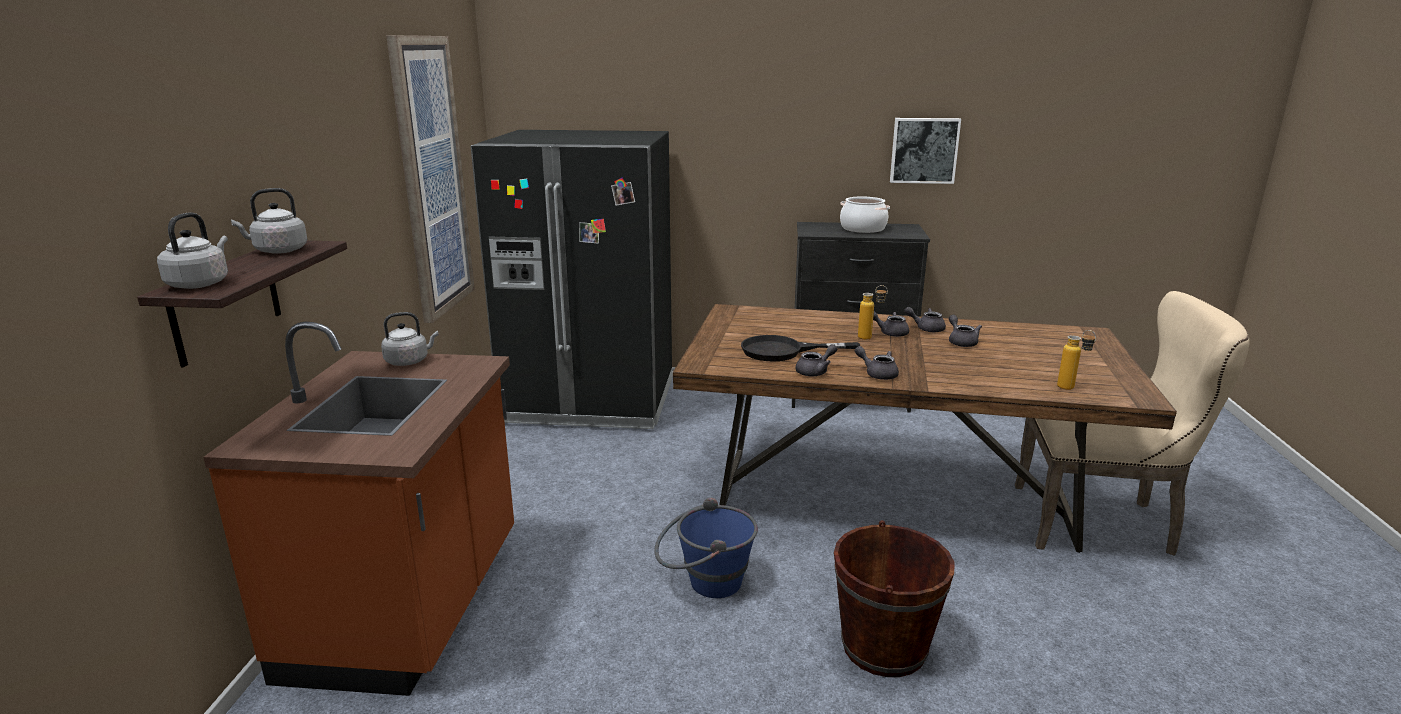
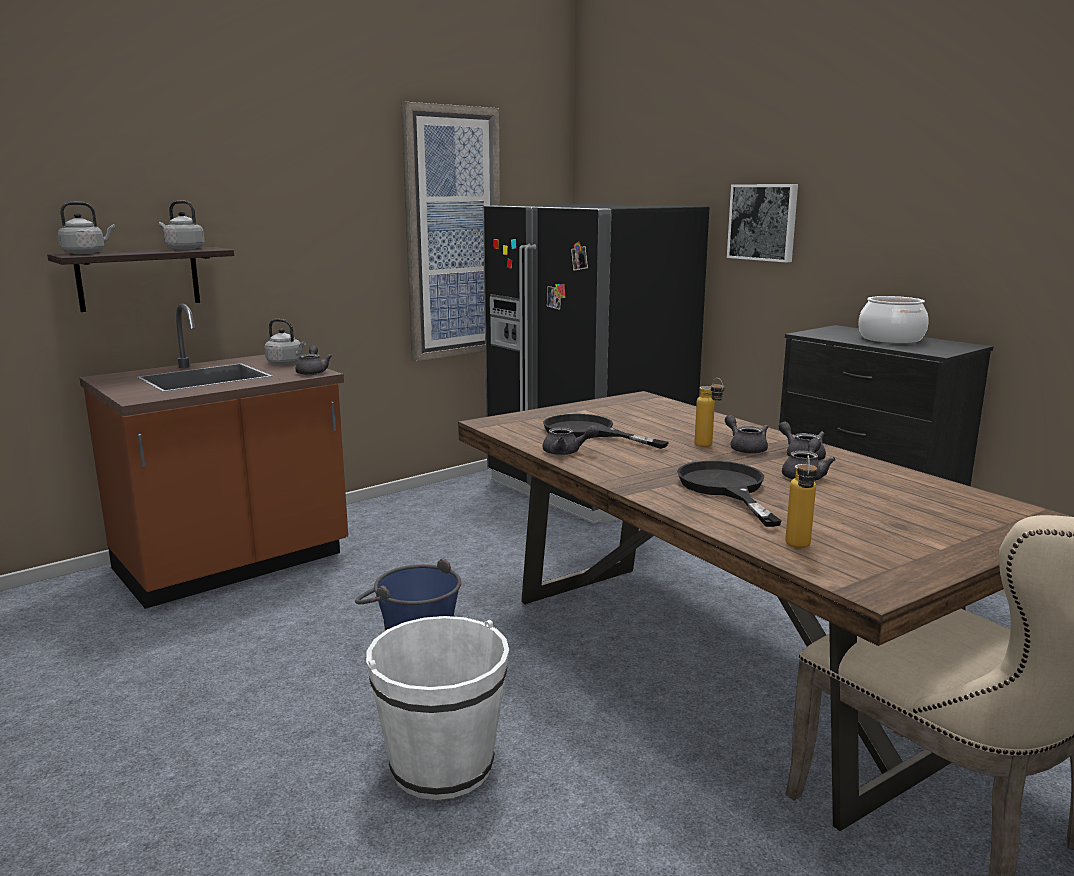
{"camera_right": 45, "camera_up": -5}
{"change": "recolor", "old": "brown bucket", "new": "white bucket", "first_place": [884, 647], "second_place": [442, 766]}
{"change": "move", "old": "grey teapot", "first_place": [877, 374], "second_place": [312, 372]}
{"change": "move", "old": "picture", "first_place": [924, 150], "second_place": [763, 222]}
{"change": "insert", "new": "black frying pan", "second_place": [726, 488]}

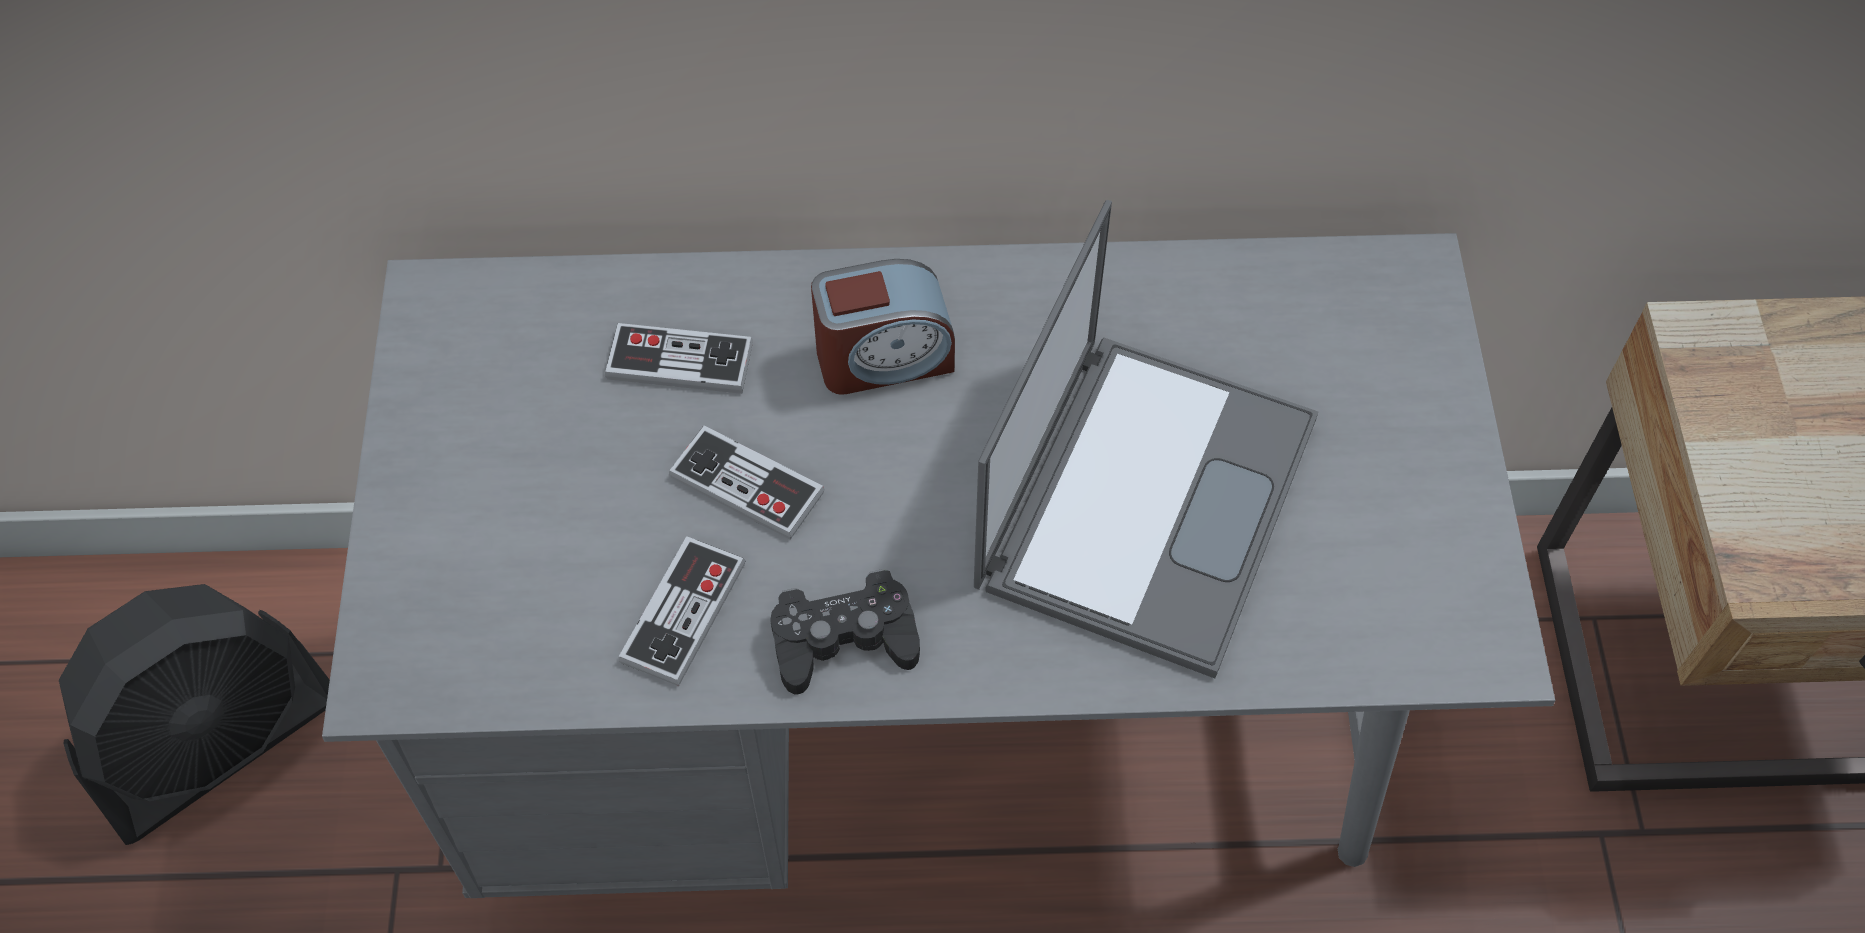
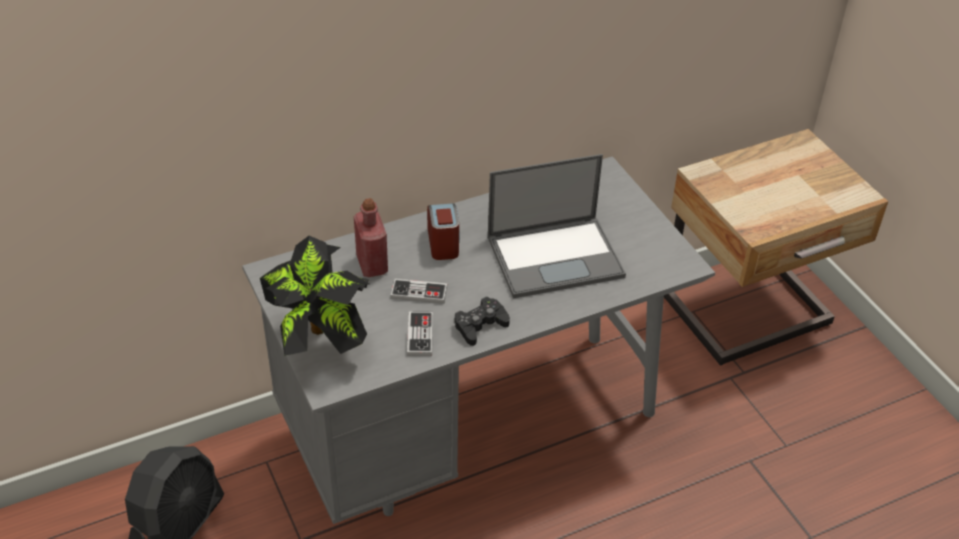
{"camera_right": -25, "camera_up": -15}
{"change": "replace", "old": "game controller", "new": "red bottle", "first_place": [680, 361], "second_place": [372, 264]}
{"change": "rotate", "old": "alarm clock", "first_place": [884, 357], "second_place": [443, 243], "degrees": -60}
{"change": "rotate", "old": "laptop", "first_place": [1147, 497], "second_place": [556, 256], "degrees": 75}
{"change": "insert", "new": "potted plant", "second_place": [318, 341]}

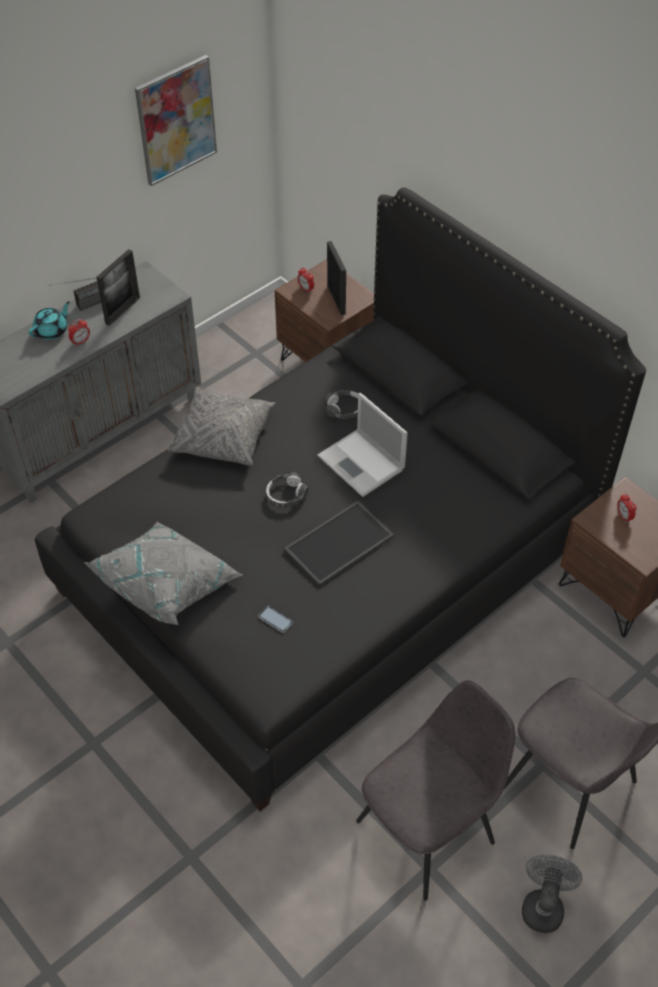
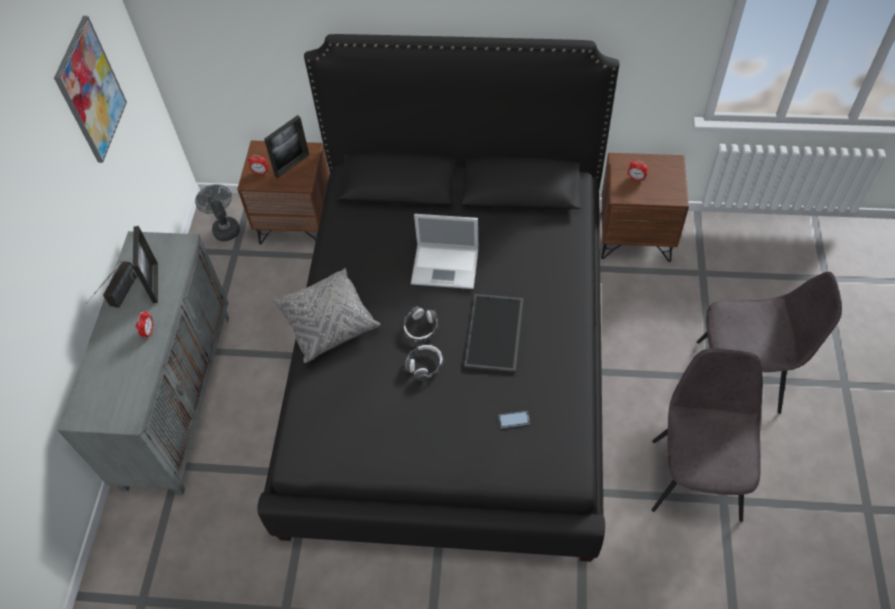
{"camera_right": -40, "camera_up": 5}
{"change": "delete", "old": "turquoise teapot", "first_place": [52, 331]}
{"change": "delete", "old": "grey pillow", "first_place": [168, 584]}
{"change": "move", "old": "headphones", "first_place": [344, 409], "second_place": [424, 365]}
{"change": "rotate", "old": "picture frame", "first_place": [336, 300], "second_place": [292, 165], "degrees": 105}
{"change": "move", "old": "grey fan", "first_place": [543, 905], "second_place": [224, 227]}

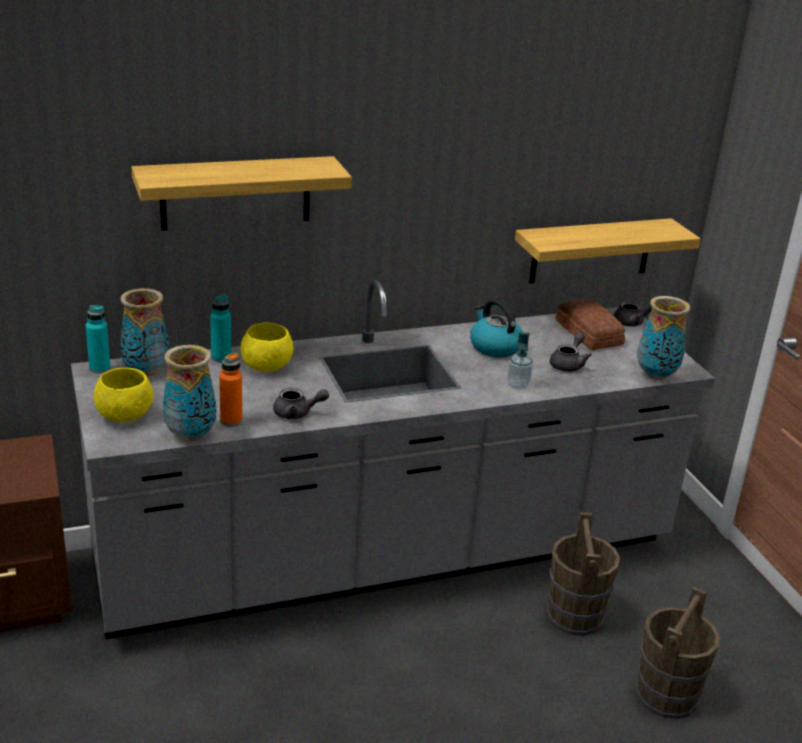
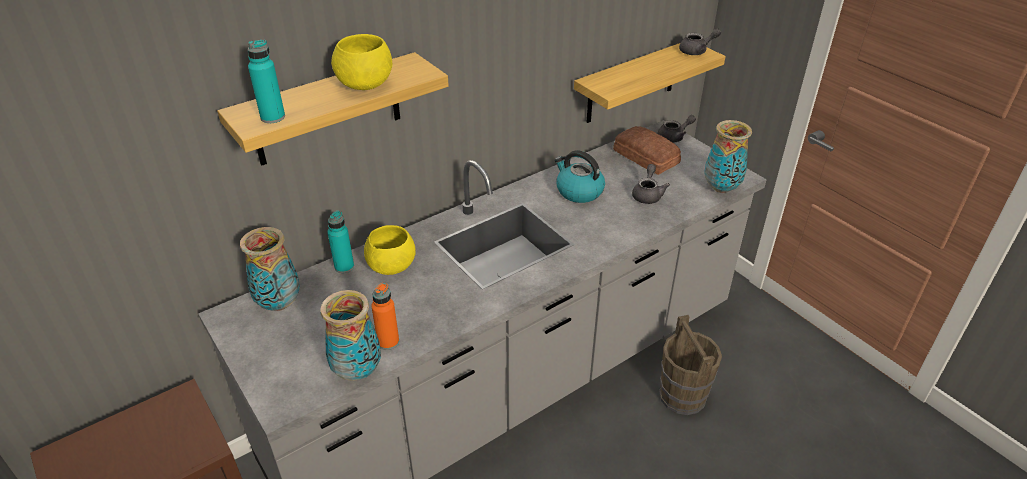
{"camera_right": -15, "camera_up": 10}
{"change": "move", "old": "turquoise bottle", "first_place": [100, 368], "second_place": [273, 117]}
{"change": "move", "old": "yellow bowl", "first_place": [124, 416], "second_place": [365, 85]}
{"change": "move", "old": "grey teapot", "first_place": [297, 413], "second_place": [697, 51]}
{"change": "delete", "old": "soap dispenser", "first_place": [518, 385]}
{"change": "delete", "old": "brown bucket", "first_place": [666, 695]}

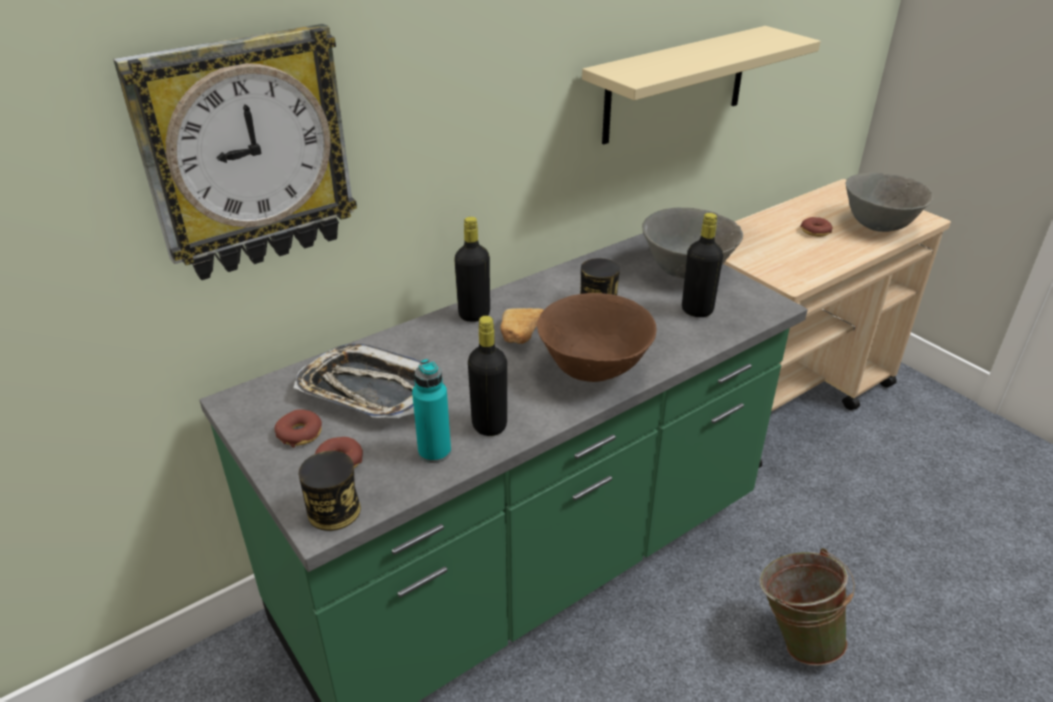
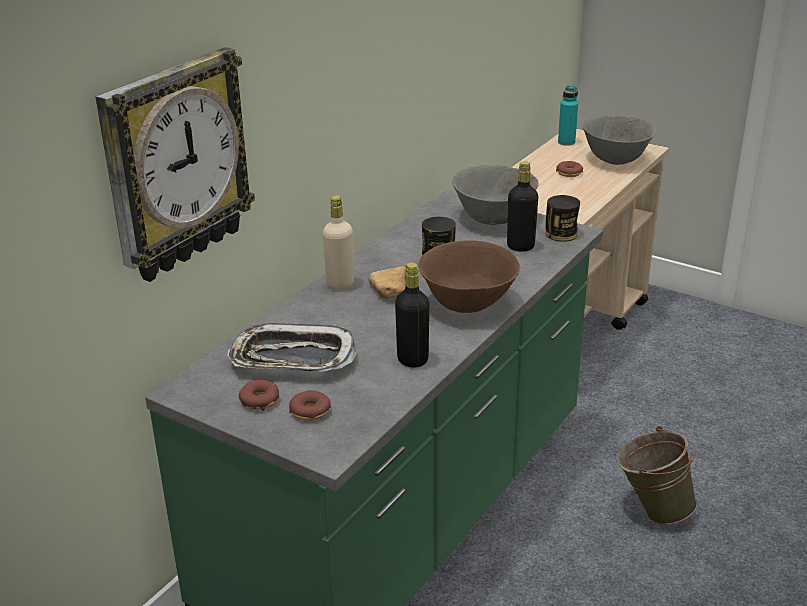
{"camera_right": -20, "camera_up": -5}
{"change": "move", "old": "can", "first_place": [334, 511], "second_place": [561, 234]}
{"change": "move", "old": "turquoise bottle", "first_place": [434, 452], "second_place": [566, 142]}
{"change": "recolor", "old": "black bottle", "new": "beige bottle", "first_place": [474, 315], "second_place": [340, 285]}
{"change": "delete", "old": "beige shelf", "first_place": [676, 85]}

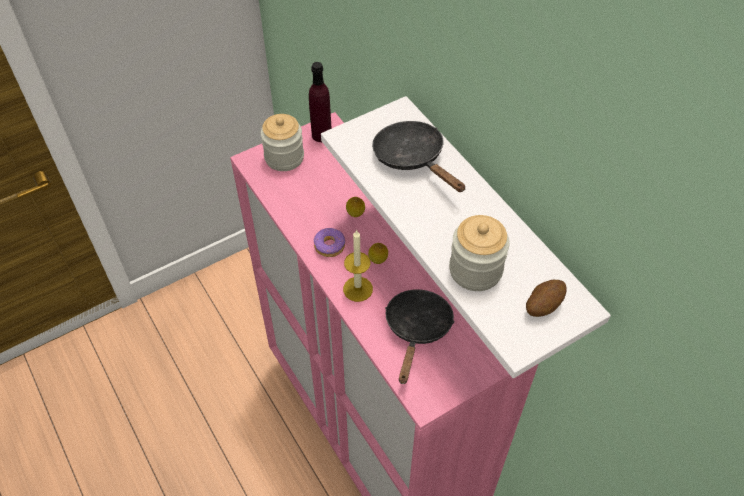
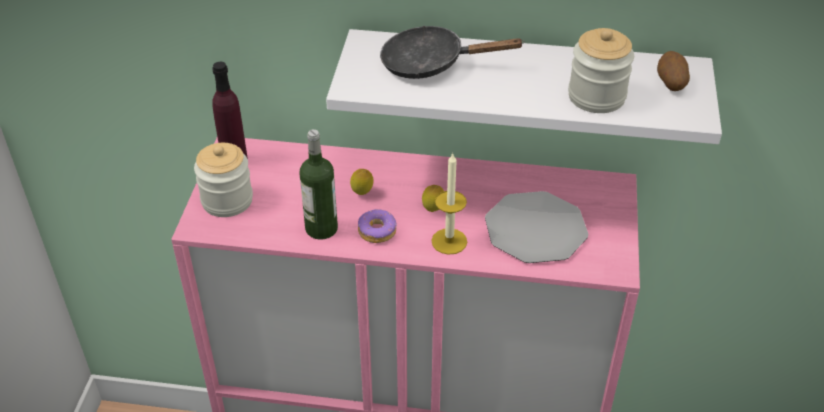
{"camera_right": -50, "camera_up": -10}
{"change": "replace", "old": "black frying pan", "new": "plate", "first_place": [417, 330], "second_place": [536, 229]}
{"change": "insert", "new": "bottle", "second_place": [321, 228]}

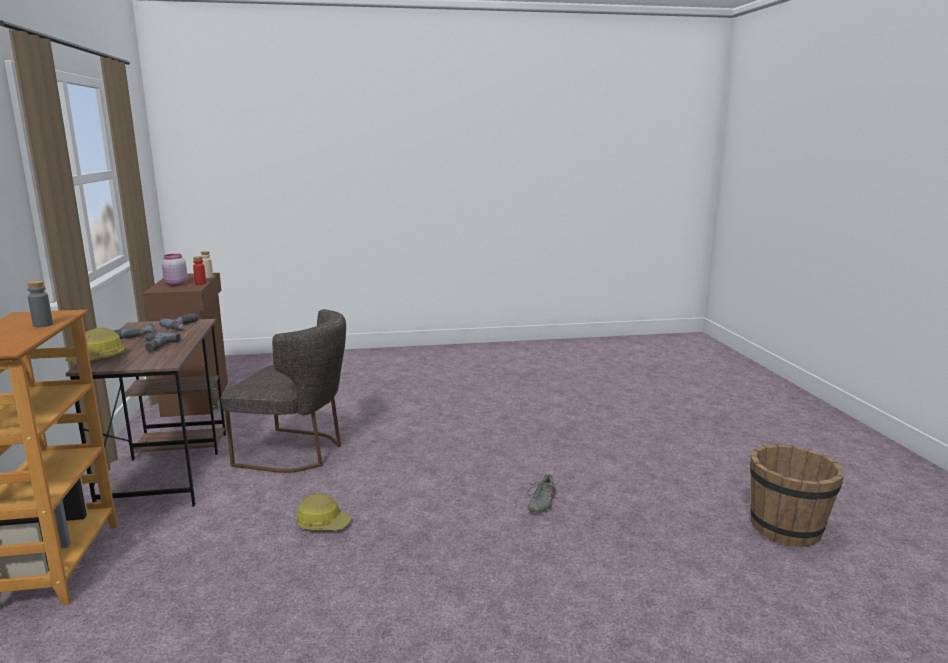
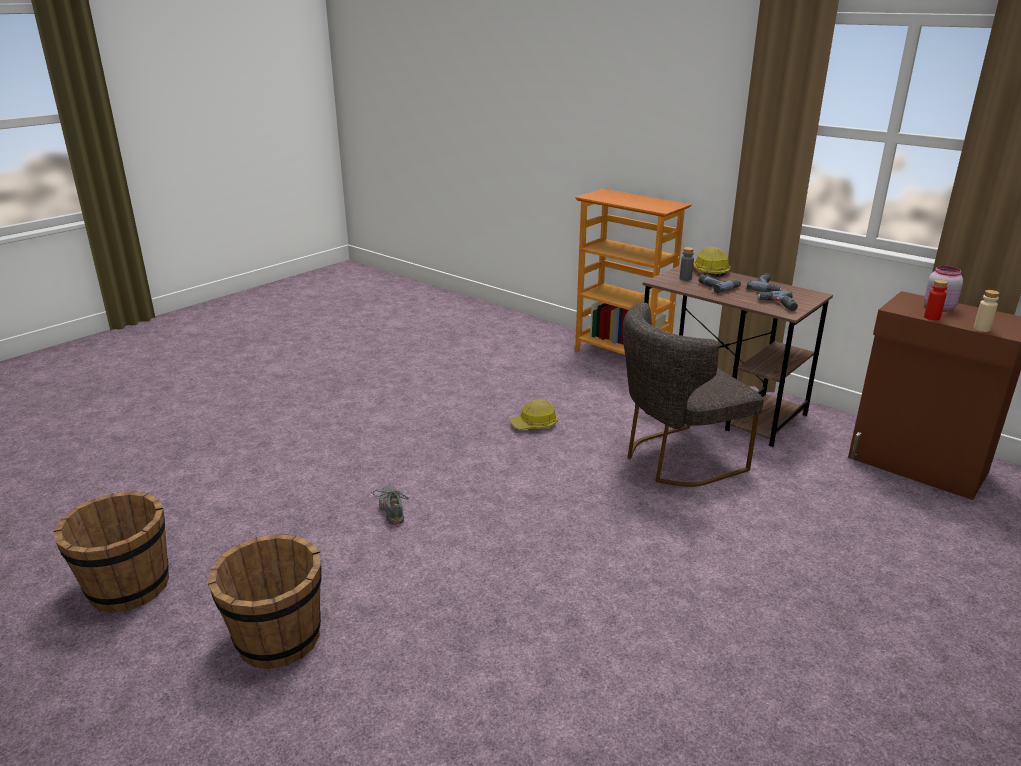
{"camera_right": 140, "camera_up": 10}
{"change": "move", "old": "grey bottle", "first_place": [43, 325], "second_place": [685, 278]}
{"change": "insert", "new": "brown bucket", "second_place": [277, 640]}

